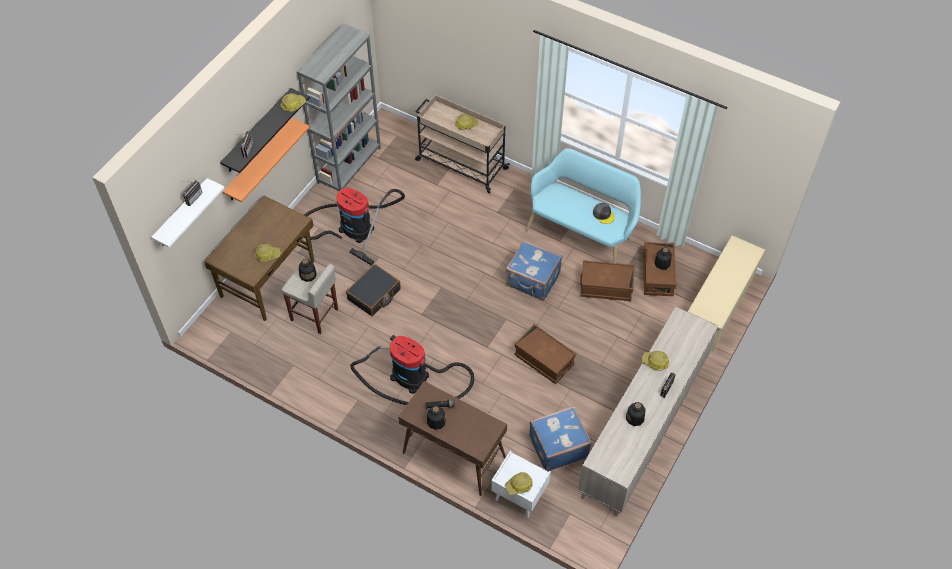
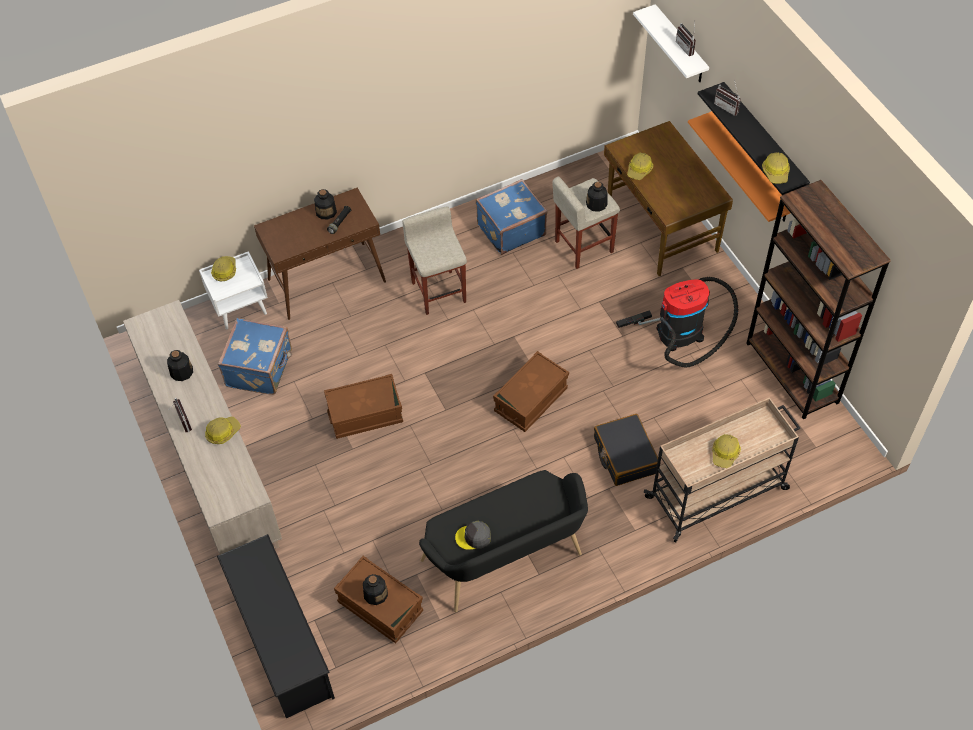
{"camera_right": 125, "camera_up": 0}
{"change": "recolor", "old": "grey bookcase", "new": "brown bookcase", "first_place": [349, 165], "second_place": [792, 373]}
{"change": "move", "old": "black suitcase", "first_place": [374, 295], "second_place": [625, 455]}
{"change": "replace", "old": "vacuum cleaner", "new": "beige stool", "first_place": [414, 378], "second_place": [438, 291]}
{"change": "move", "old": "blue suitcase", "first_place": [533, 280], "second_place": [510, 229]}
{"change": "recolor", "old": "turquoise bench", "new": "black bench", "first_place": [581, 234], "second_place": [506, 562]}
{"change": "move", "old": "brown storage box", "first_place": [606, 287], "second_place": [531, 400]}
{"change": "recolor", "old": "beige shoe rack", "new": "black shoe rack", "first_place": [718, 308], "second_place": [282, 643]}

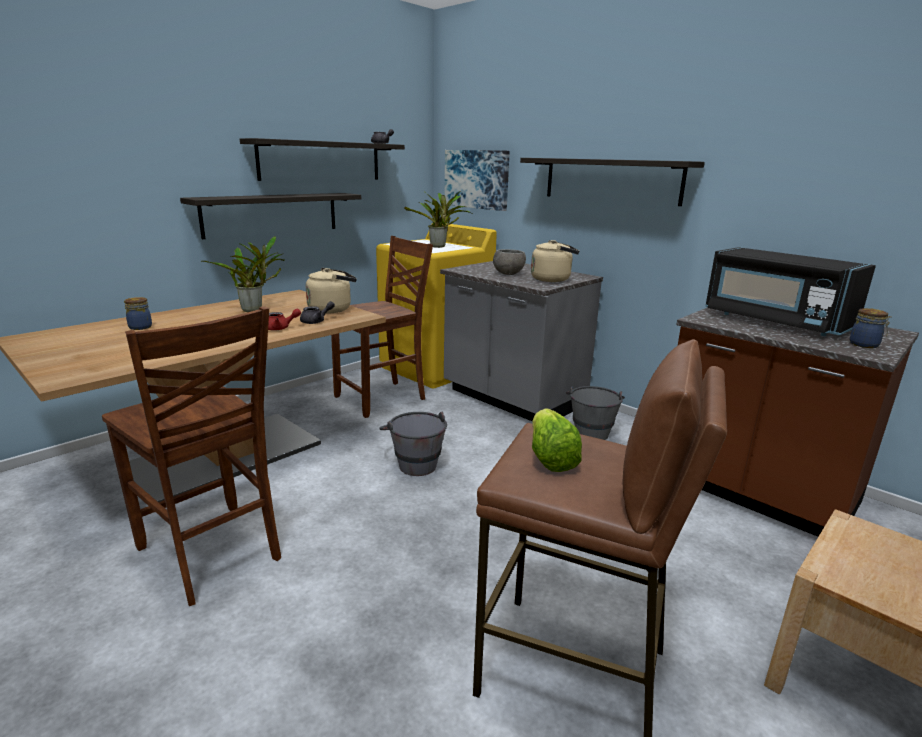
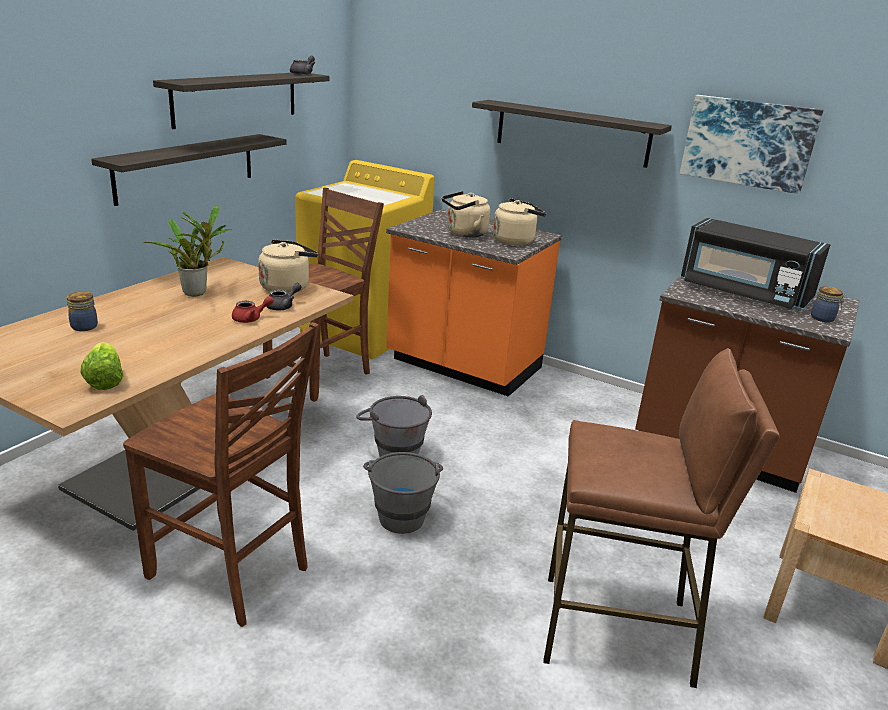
{"camera_right": -15, "camera_up": 5}
{"change": "delete", "old": "potted plant", "first_place": [439, 247]}
{"change": "recolor", "old": "grey counter", "new": "orange counter", "first_place": [512, 399], "second_place": [463, 366]}
{"change": "move", "old": "picture", "first_place": [477, 179], "second_place": [748, 143]}
{"change": "replace", "old": "grey bowl", "new": "beige kettle", "first_place": [508, 274], "second_place": [464, 234]}
{"change": "move", "old": "lettuce", "first_place": [550, 458], "second_place": [105, 380]}
{"change": "move", "old": "grey bucket", "first_place": [591, 430], "second_place": [401, 512]}

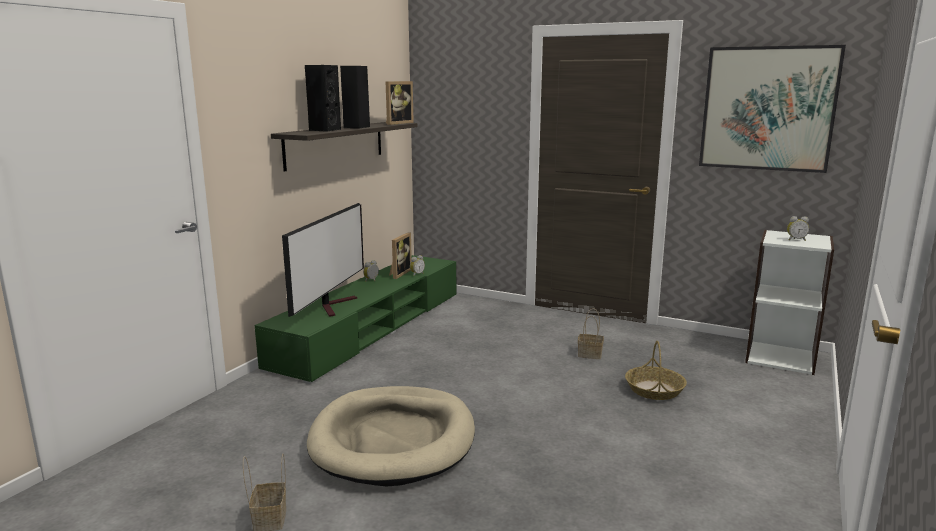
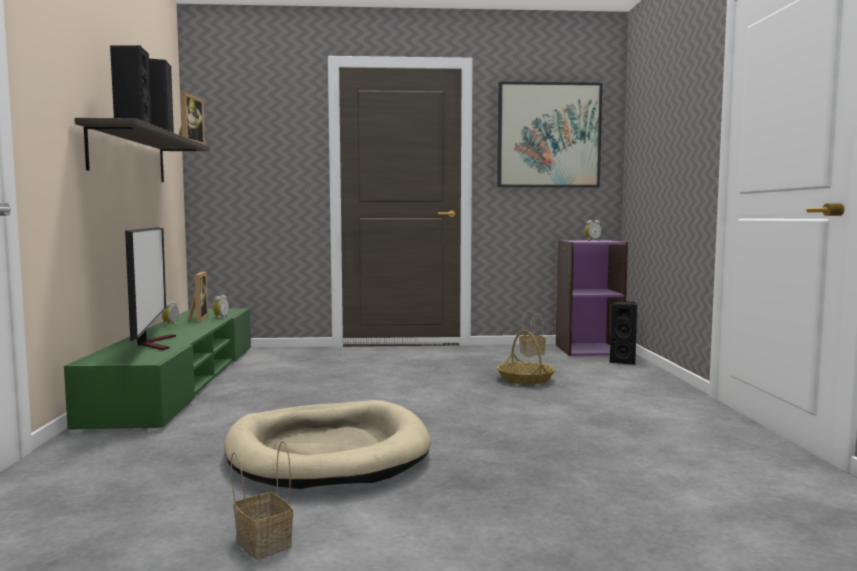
{"camera_right": -30, "camera_up": -10}
{"change": "move", "old": "basket", "first_place": [590, 354], "second_place": [532, 353]}
{"change": "recolor", "old": "white bookcase", "new": "purple bookcase", "first_place": [780, 357], "second_place": [588, 350]}
{"change": "insert", "new": "black speaker", "second_place": [624, 361]}

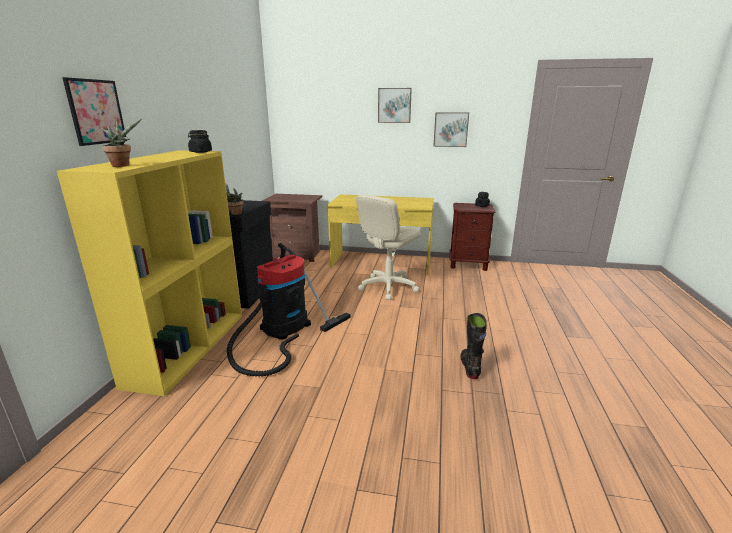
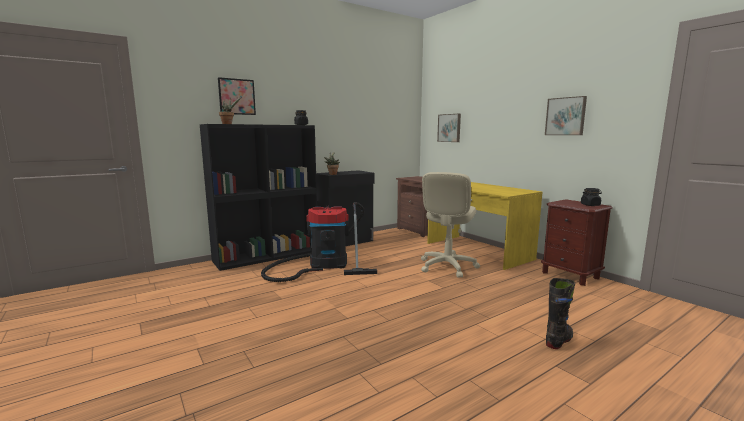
{"camera_right": 45, "camera_up": -10}
{"change": "recolor", "old": "yellow bookcase", "new": "black bookcase", "first_place": [188, 347], "second_place": [267, 256]}
{"change": "rotate", "old": "beige office chair", "first_place": [388, 287], "second_place": [447, 266], "degrees": -60}
{"change": "move", "old": "picture", "first_place": [394, 105], "second_place": [449, 128]}
{"change": "move", "old": "black boot", "first_place": [470, 367], "second_place": [559, 340]}

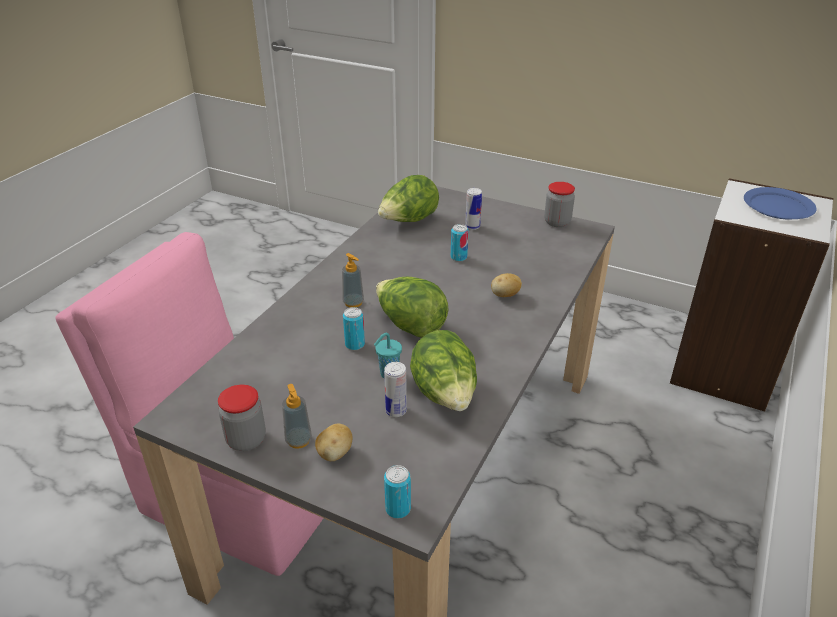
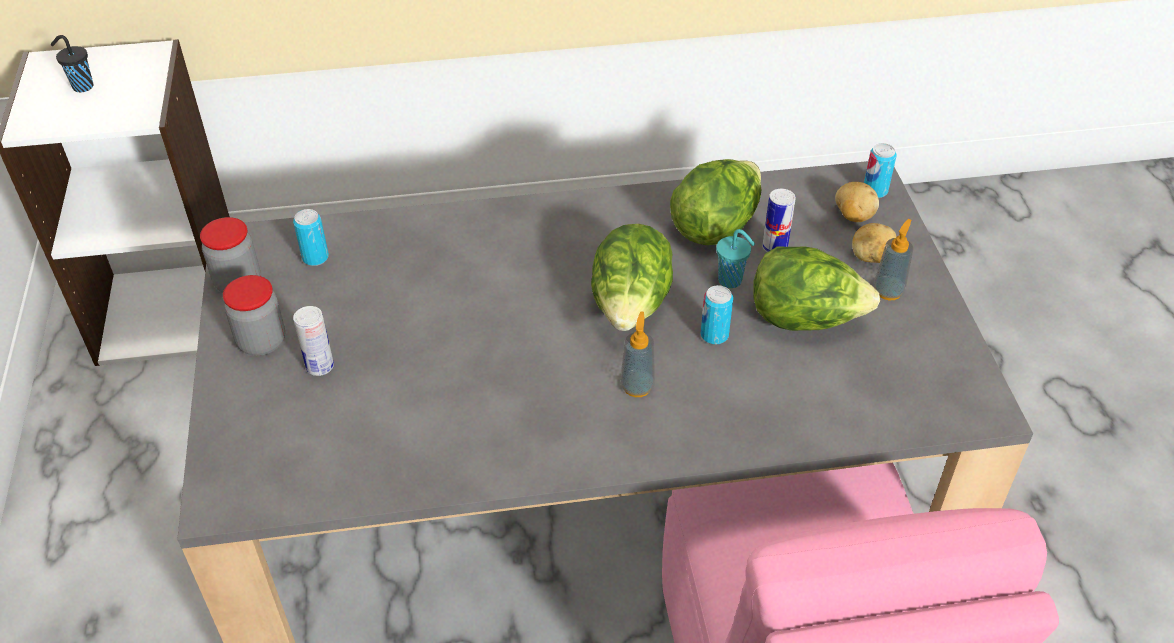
{"camera_right": -125, "camera_up": 10}
{"change": "move", "old": "jar", "first_place": [246, 440], "second_place": [262, 342]}
{"change": "move", "old": "lettuce", "first_place": [408, 221], "second_place": [805, 319]}
{"change": "move", "old": "can", "first_place": [458, 257], "second_place": [315, 257]}
{"change": "move", "old": "potato", "first_place": [505, 295], "second_place": [853, 216]}
{"change": "replace", "old": "blue plate", "new": "black cup", "first_place": [777, 206], "second_place": [82, 87]}

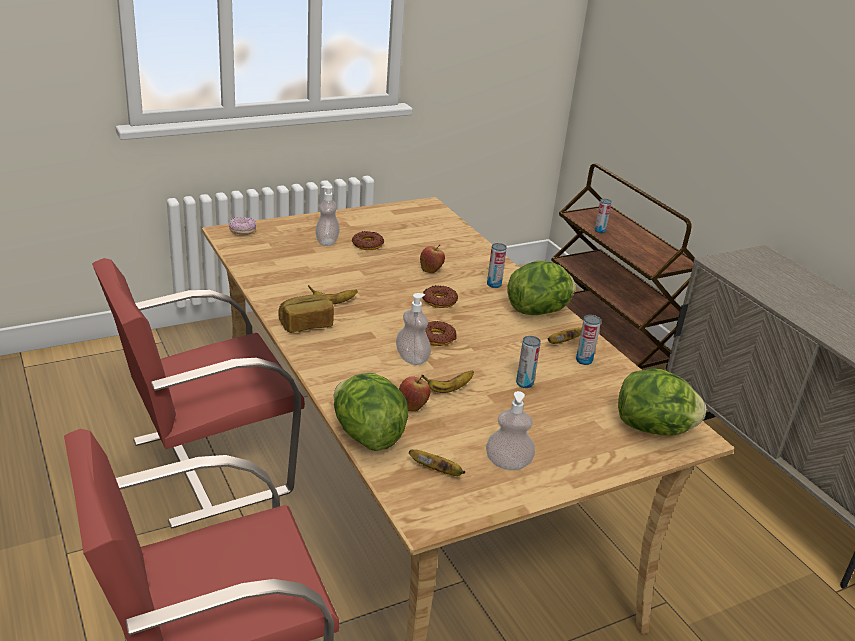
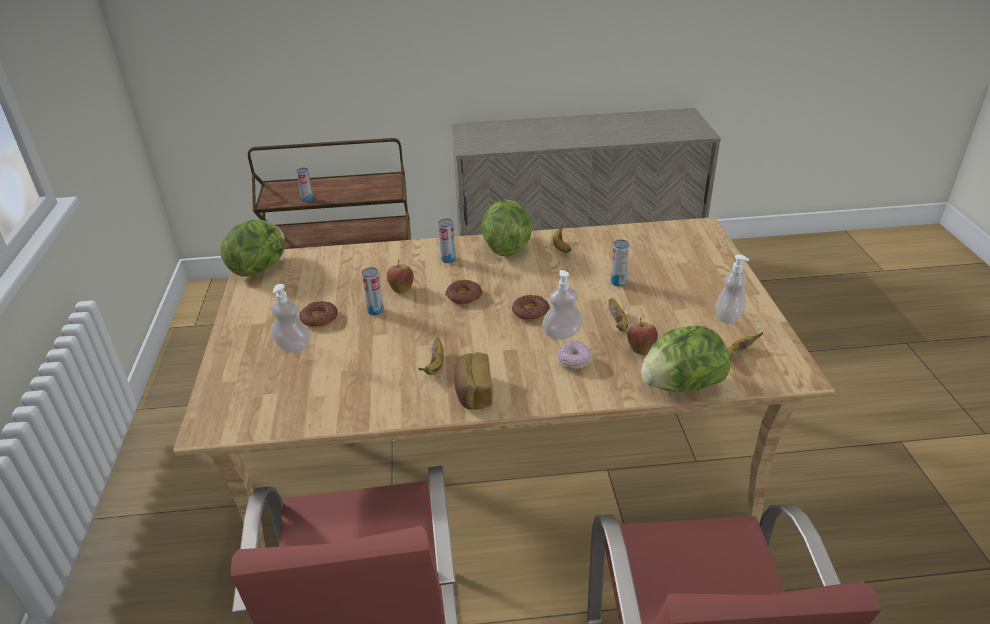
{"camera_right": -65, "camera_up": 5}
{"change": "move", "old": "donut", "first_place": [242, 231], "second_place": [574, 362]}
{"change": "move", "old": "can", "first_place": [584, 360], "second_place": [375, 311]}
{"change": "move", "old": "lettuce", "first_place": [654, 429], "second_place": [260, 268]}

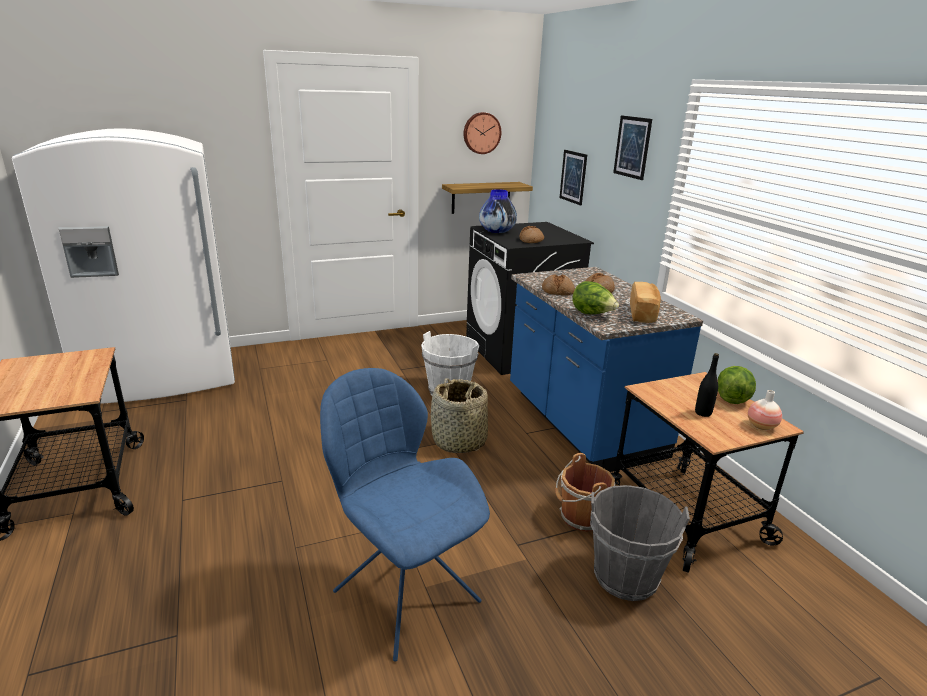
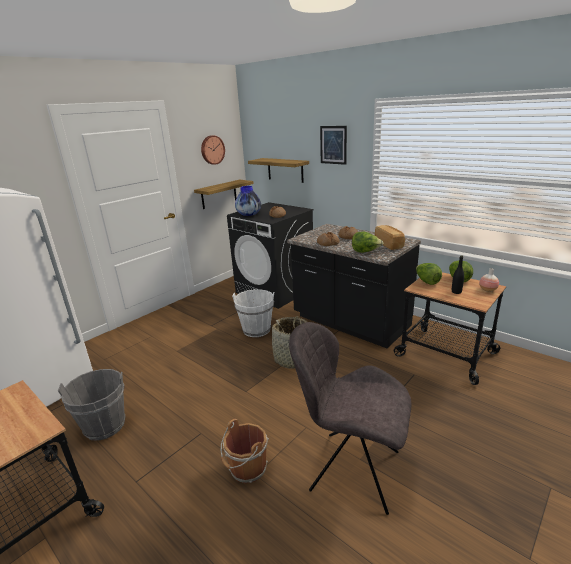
{"camera_right": -25, "camera_up": 0}
{"change": "recolor", "old": "blue chair", "new": "grey chair", "first_place": [403, 593], "second_place": [351, 469]}
{"change": "recolor", "old": "blue counter", "new": "black counter", "first_place": [581, 424], "second_place": [350, 323]}
{"change": "move", "old": "brown bucket", "first_place": [580, 517], "second_place": [247, 469]}
{"change": "replace", "old": "picture", "new": "shelf", "first_place": [573, 177], "second_place": [285, 170]}
{"change": "move", "old": "grey bucket", "first_place": [625, 577], "second_place": [104, 426]}
{"change": "insert", "new": "lettuce", "second_place": [426, 282]}

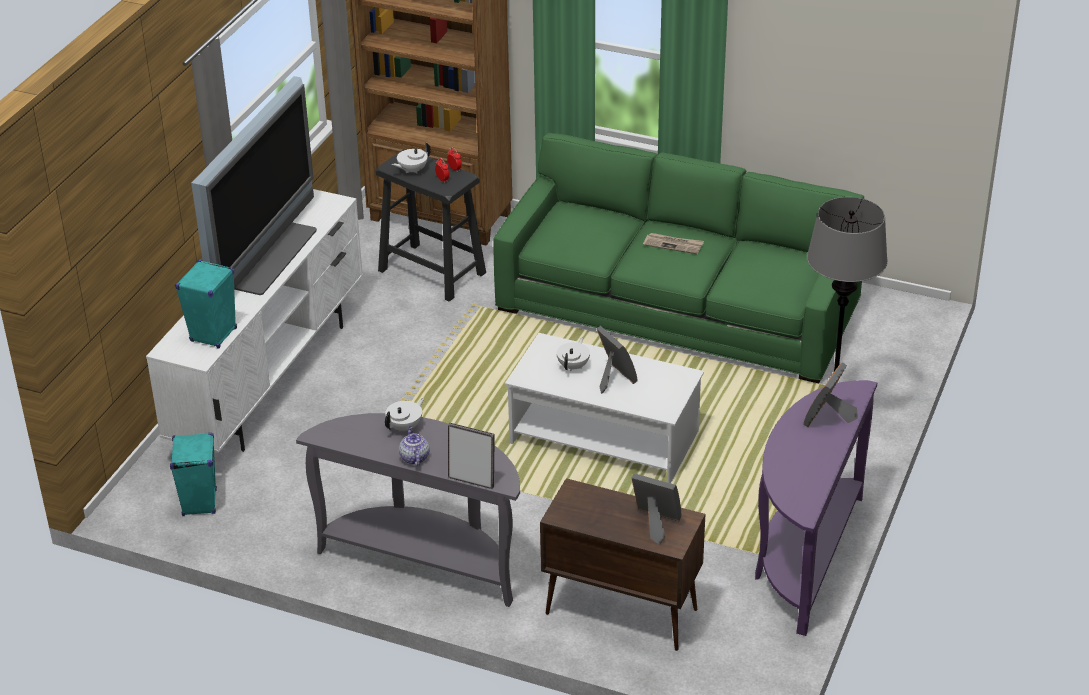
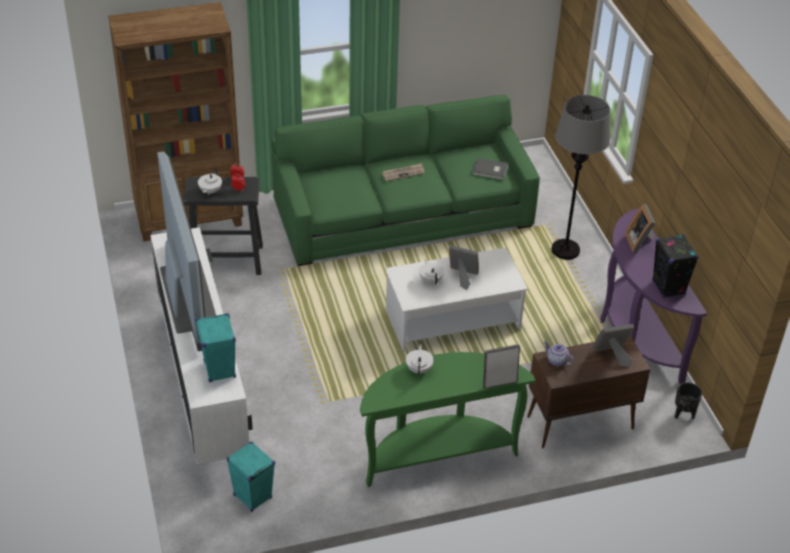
{"camera_right": -40, "camera_up": 5}
{"change": "recolor", "old": "grey console table", "new": "green console table", "first_place": [425, 559], "second_place": [437, 453]}
{"change": "move", "old": "teapot", "first_place": [414, 457], "second_place": [556, 361]}
{"change": "insert", "new": "grey book", "second_place": [490, 170]}
{"change": "insert", "new": "black speaker", "second_place": [668, 288]}
{"change": "insert", "new": "black planter", "second_place": [683, 414]}

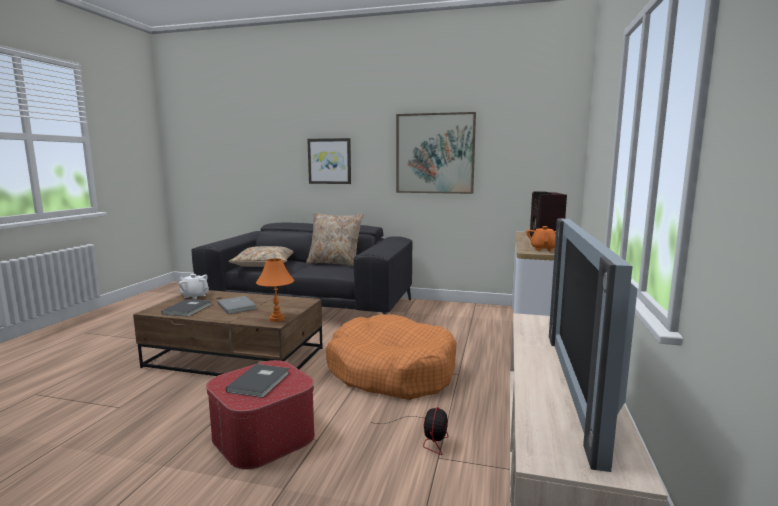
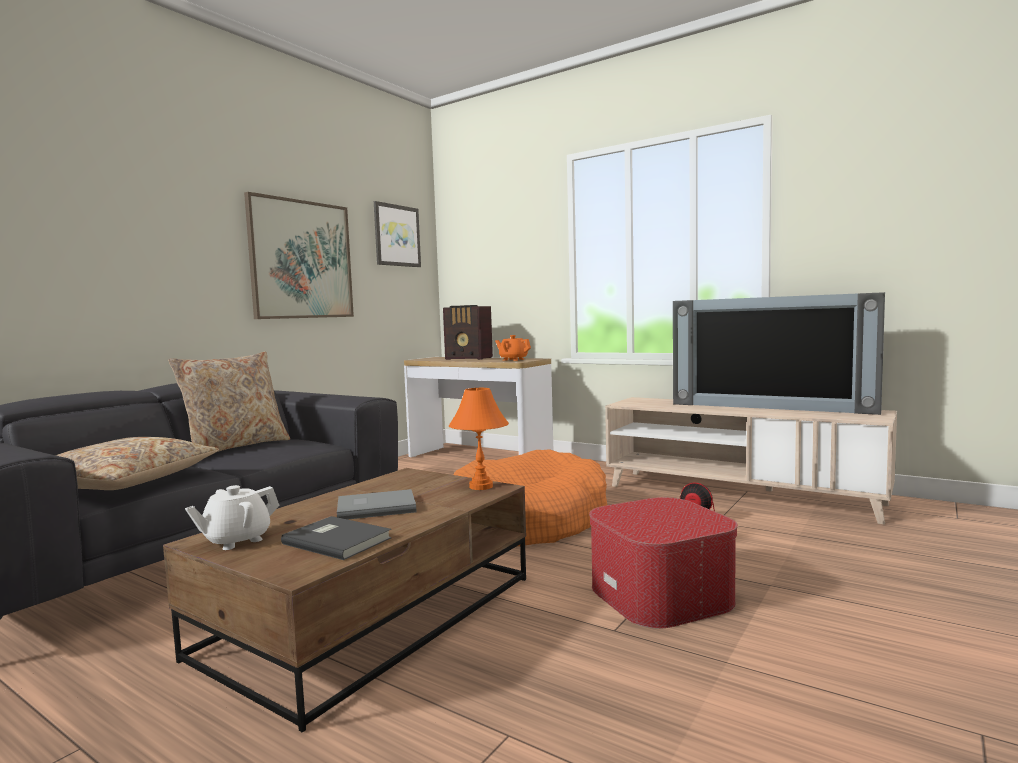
{"camera_right": -70, "camera_up": -5}
{"change": "delete", "old": "grey book", "first_place": [261, 382]}
{"change": "move", "old": "picture", "first_place": [329, 161], "second_place": [396, 235]}

